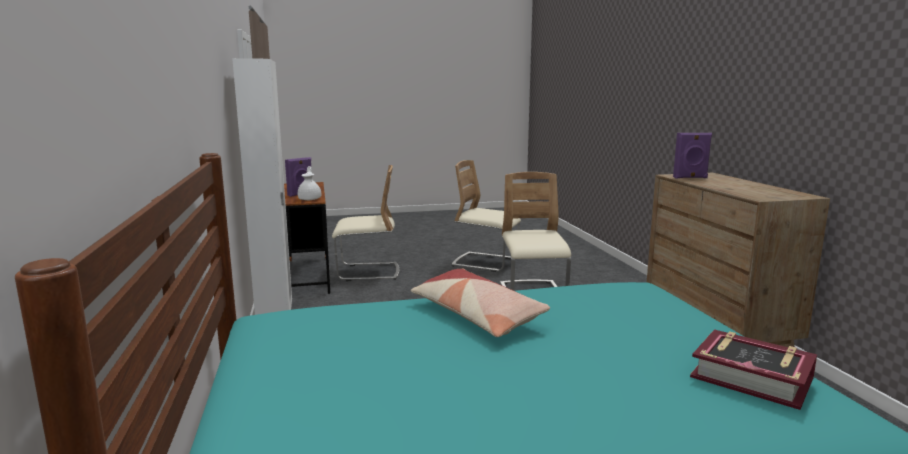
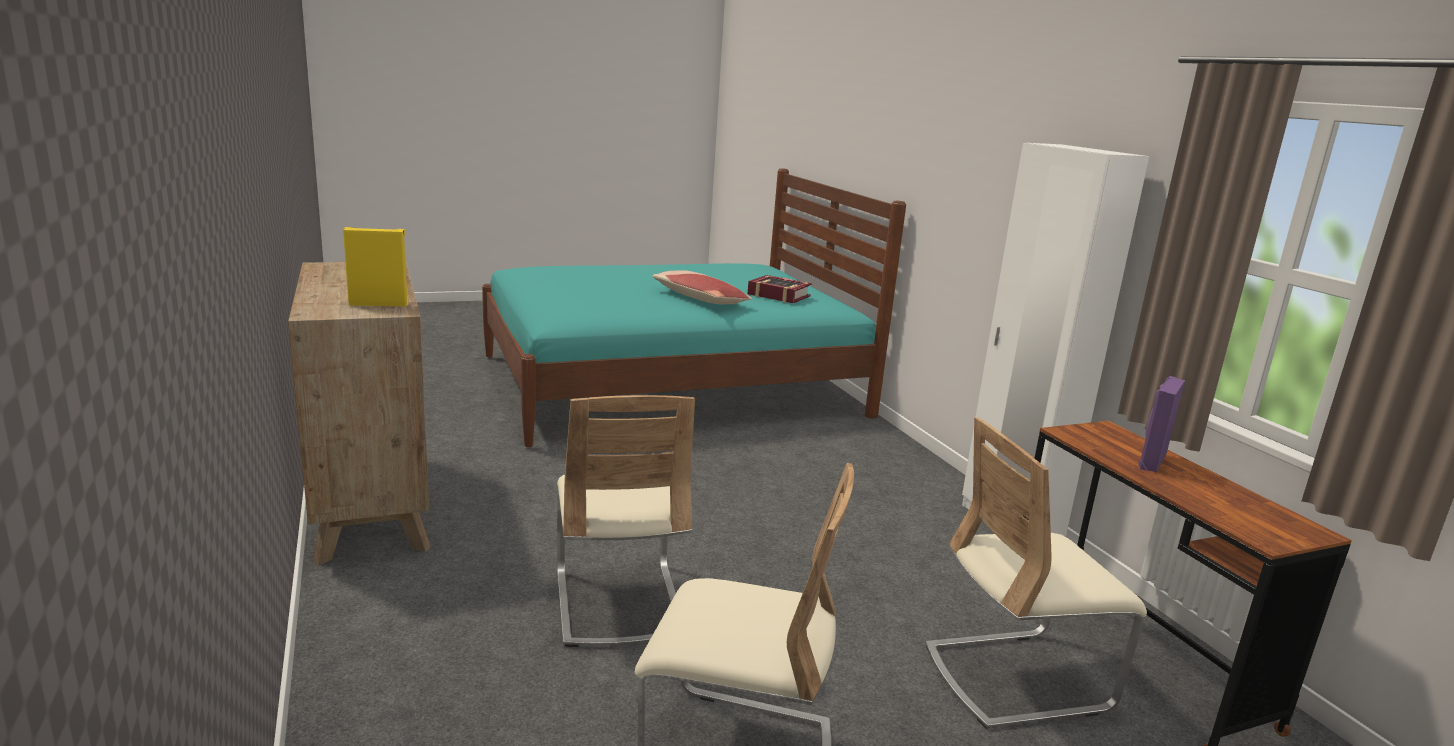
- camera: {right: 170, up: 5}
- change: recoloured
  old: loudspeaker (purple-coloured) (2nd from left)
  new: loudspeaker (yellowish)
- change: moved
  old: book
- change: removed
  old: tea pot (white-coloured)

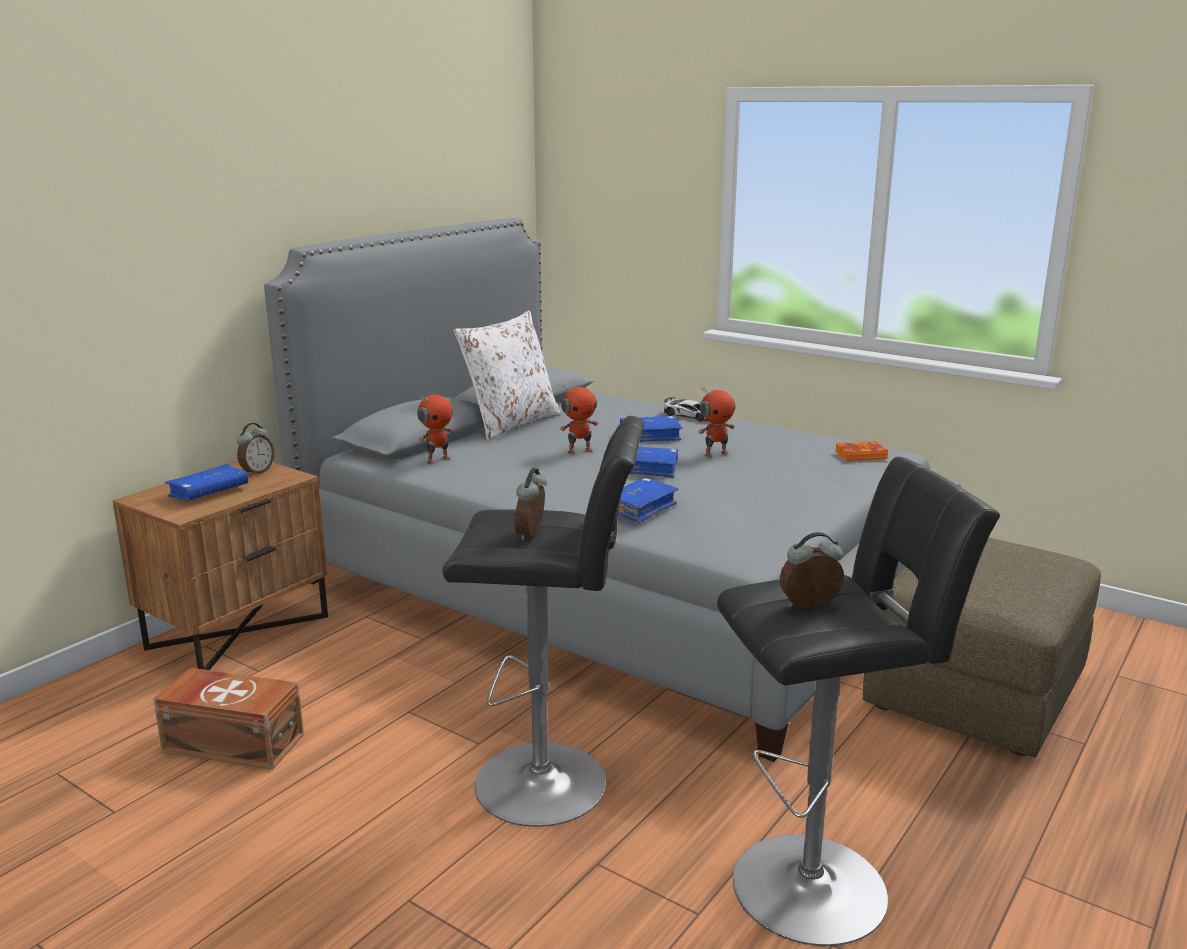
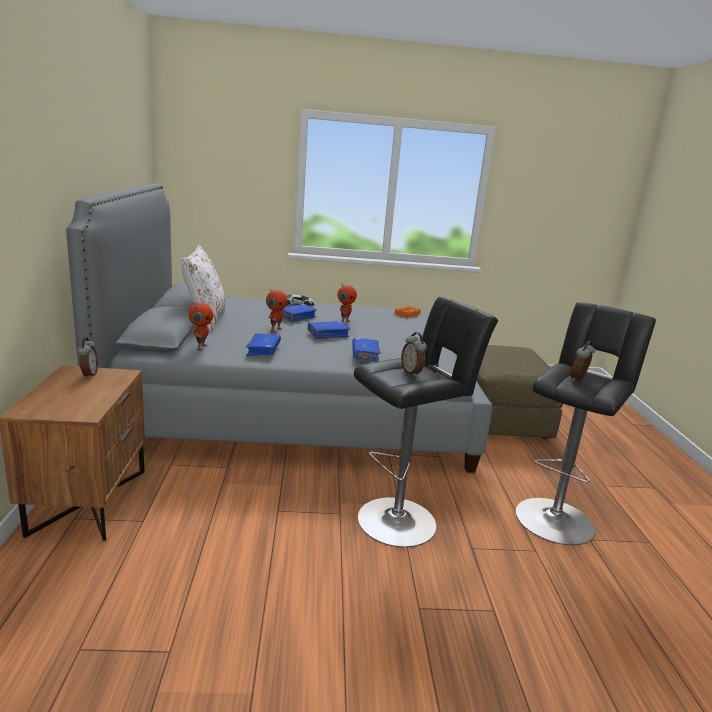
- camera: {right: -40, up: 0}
- change: moved
  old: book (blue) (1st from left)
- change: removed
  old: storage container (brownish)

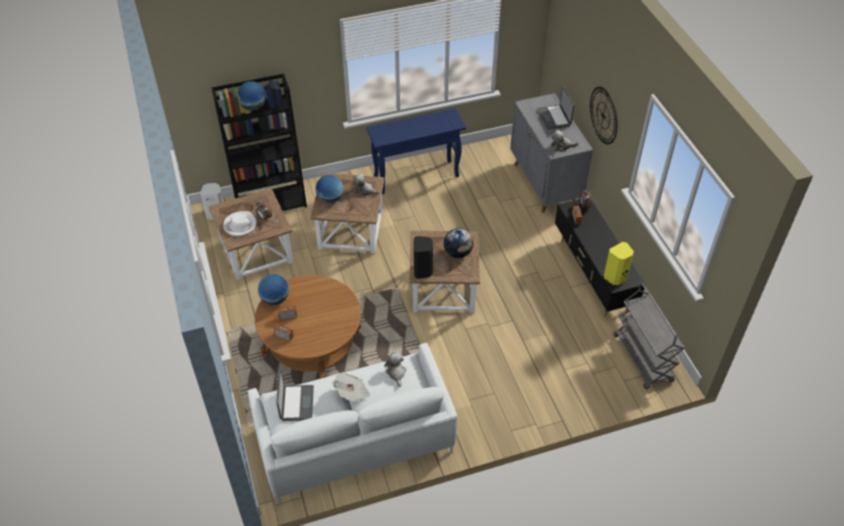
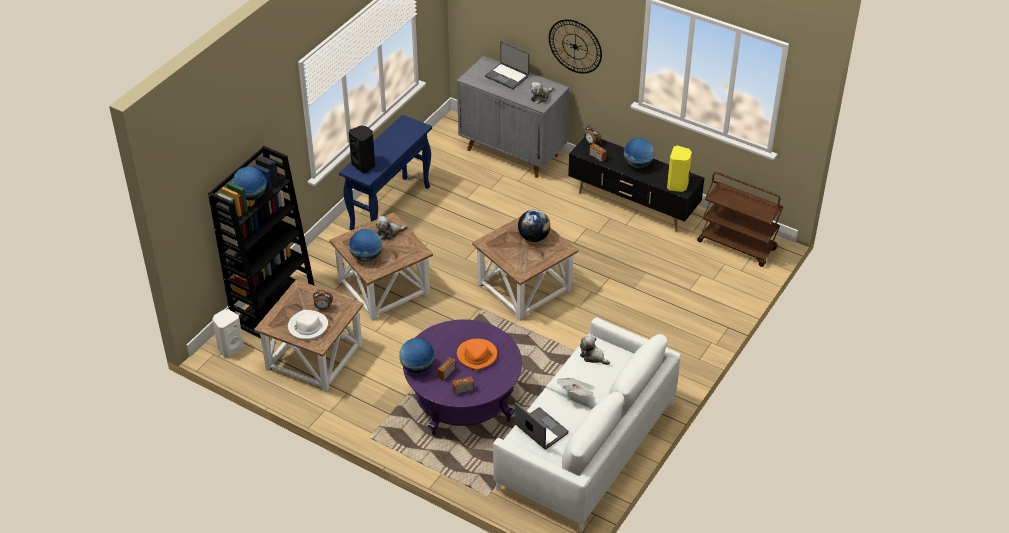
- camera: {right: -40, up: -5}
- change: moved
  old: loudspeaker (black-coloured)
- change: recoloured
  old: lounge table (brownish)
  new: lounge table (purple-coloured)
- change: added
  new: wearable hat (orangey)
- change: added
  new: globe (5th from left)
- change: recoloured
  old: cart (grey)
  new: cart (brownish)

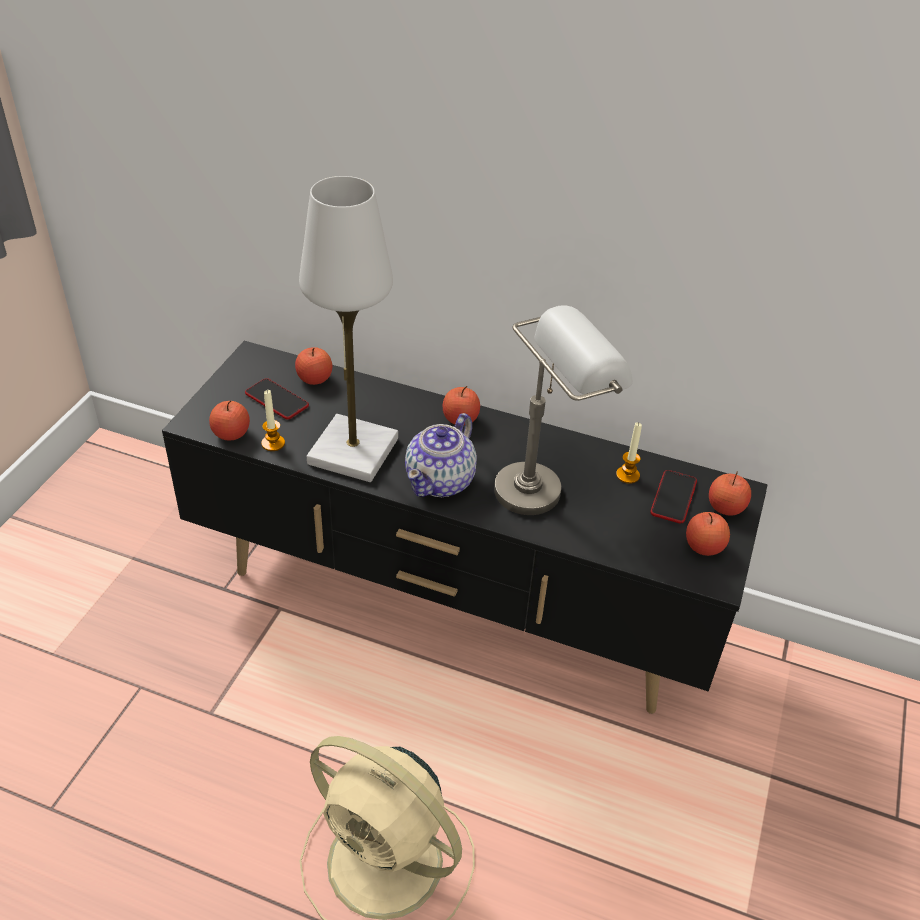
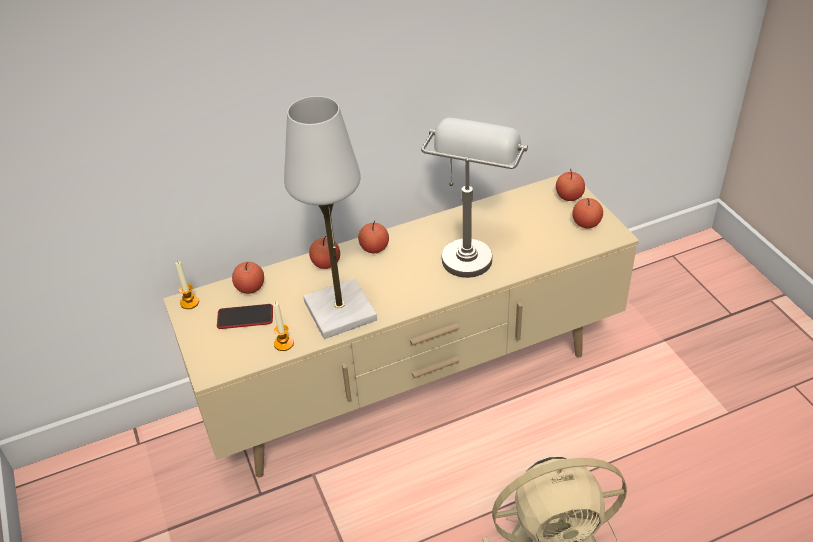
- camera: {right: -40, up: 0}
- change: recoloured
  old: media console (black-coloured)
  new: media console (beige-coloured)
- change: moved
  old: wax candle (2nd from left in the first image)
  new: wax candle (1st from left)
- change: moved
  old: apple (1st from left in the first image)
  new: apple (2nd from left)
- change: removed
  old: tea pot
- change: removed
  old: telephone (2nd from left)

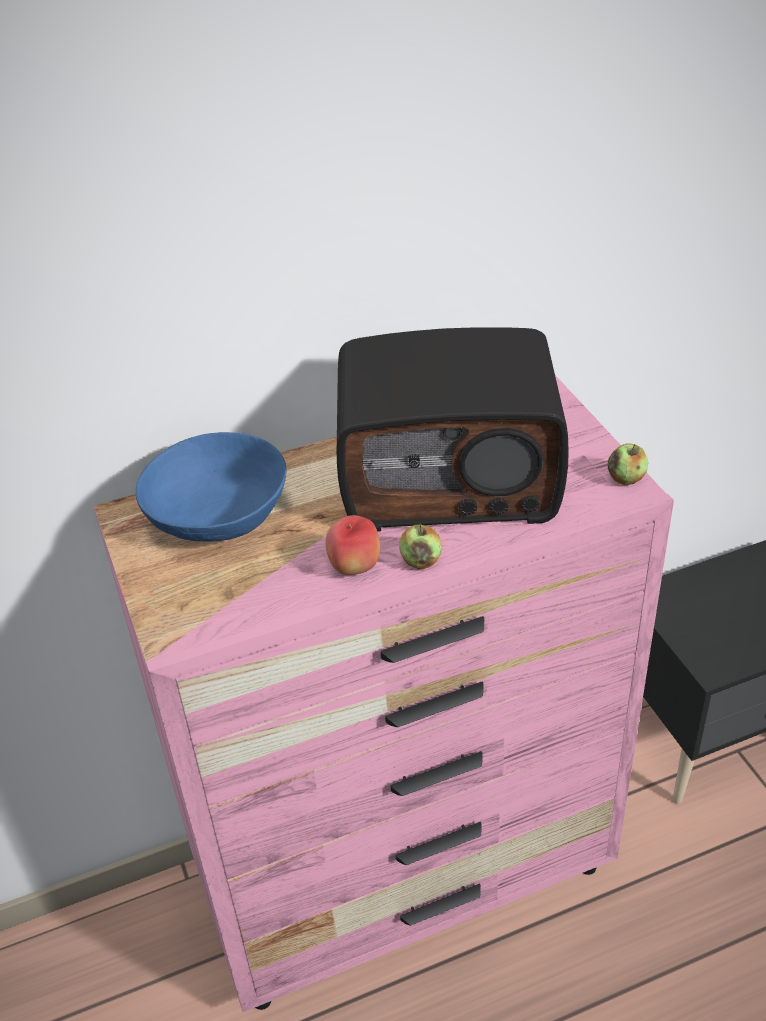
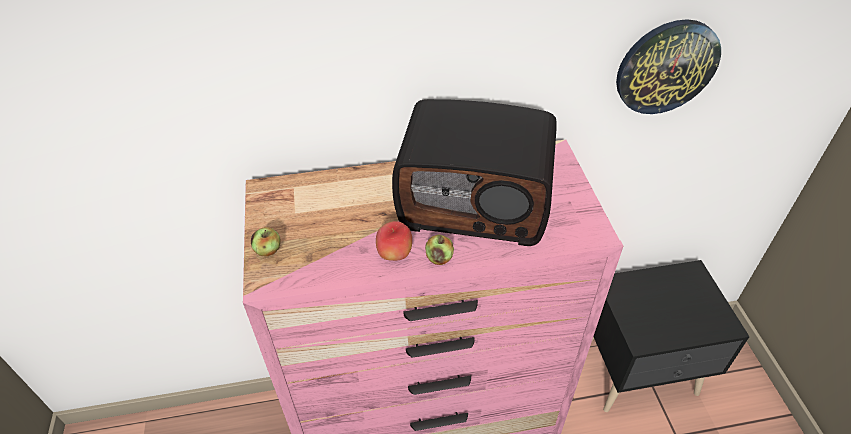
- camera: {right: 10, up: 5}
- change: moved
  old: apple (3rd from left in the first image)
  new: apple (1st from left)
- change: added
  new: hanging clock
- change: removed
  old: serving bowl (blue)

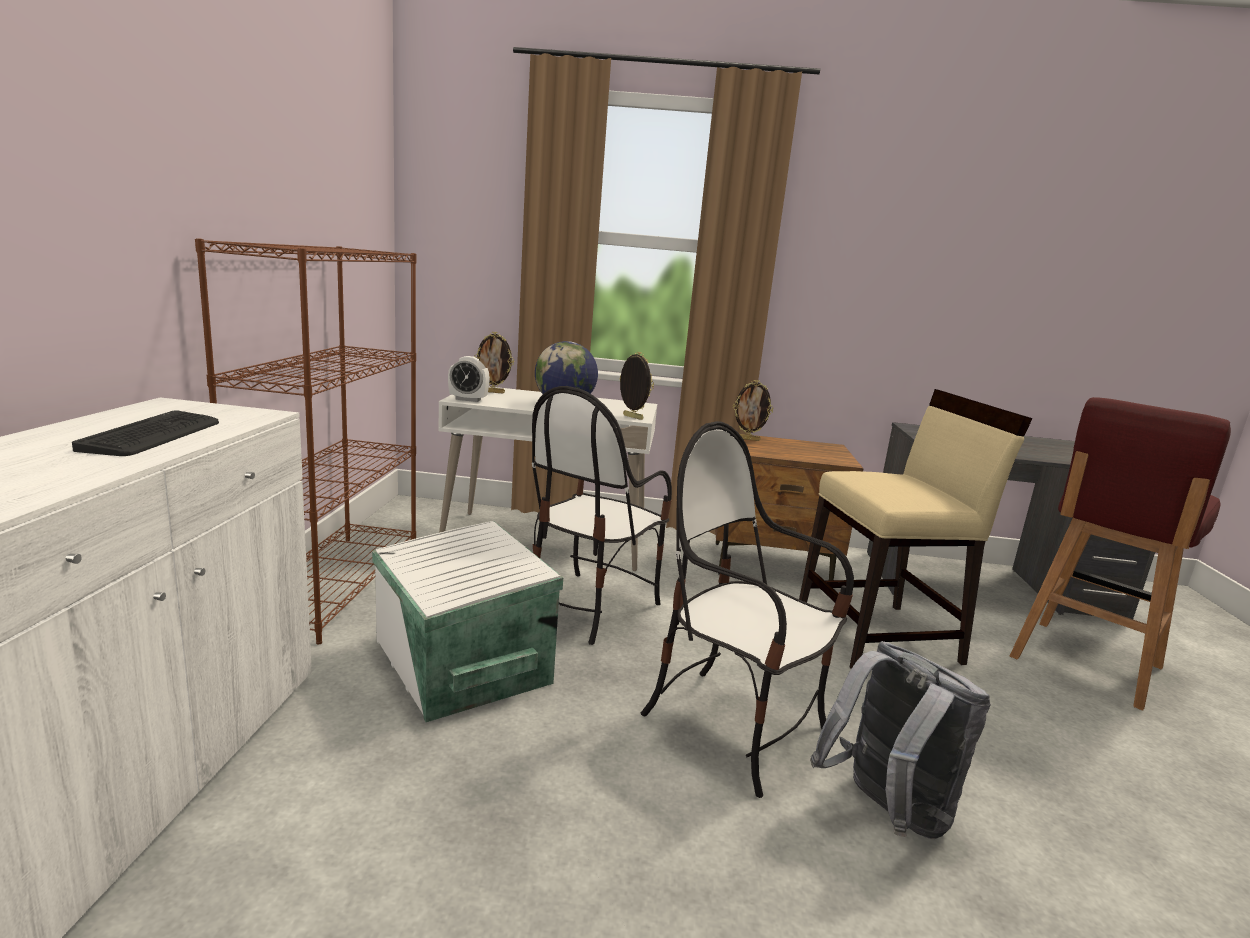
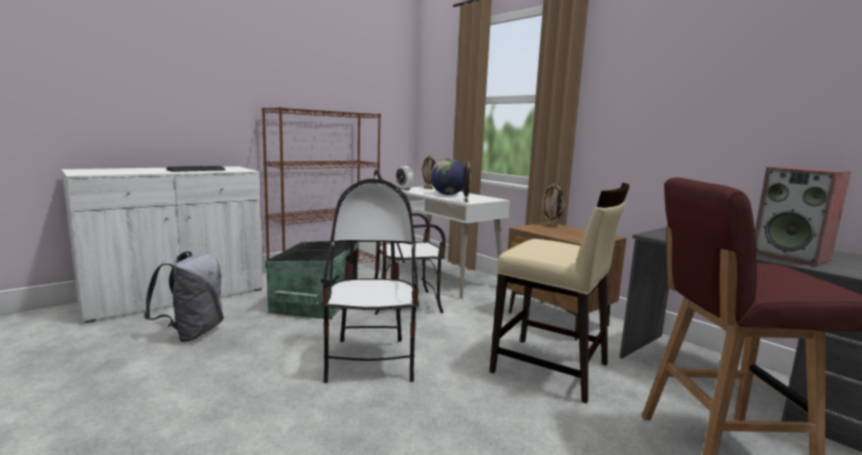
- camera: {right: 45, up: -5}
- change: moved
  old: backpack (grey)
- change: recoloured
  old: storage container (white-coloured)
  new: storage container (black-coloured)
- change: added
  new: loudspeaker

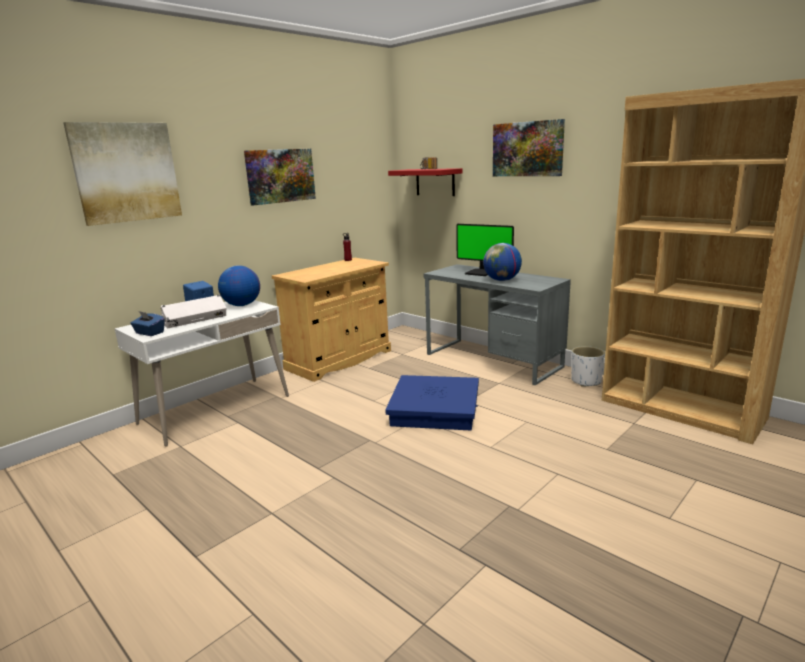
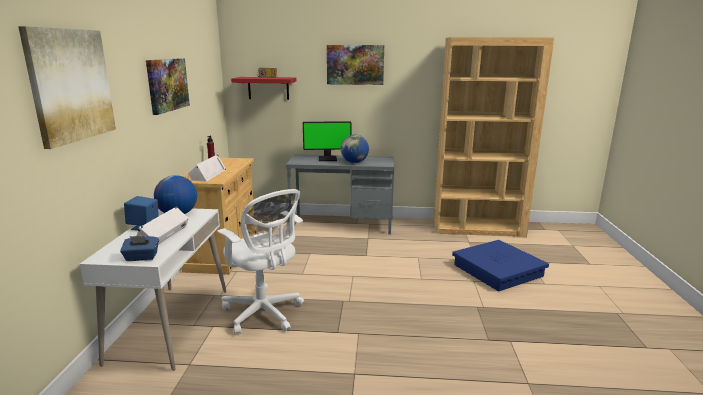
- camera: {right: -40, up: 0}
- change: added
  new: loudspeaker (white-coloured) (2nd from left)
- change: added
  new: computer chair (white-coloured)
- change: moved
  old: storage container (blue)
- change: removed
  old: plant pot (white-coloured)

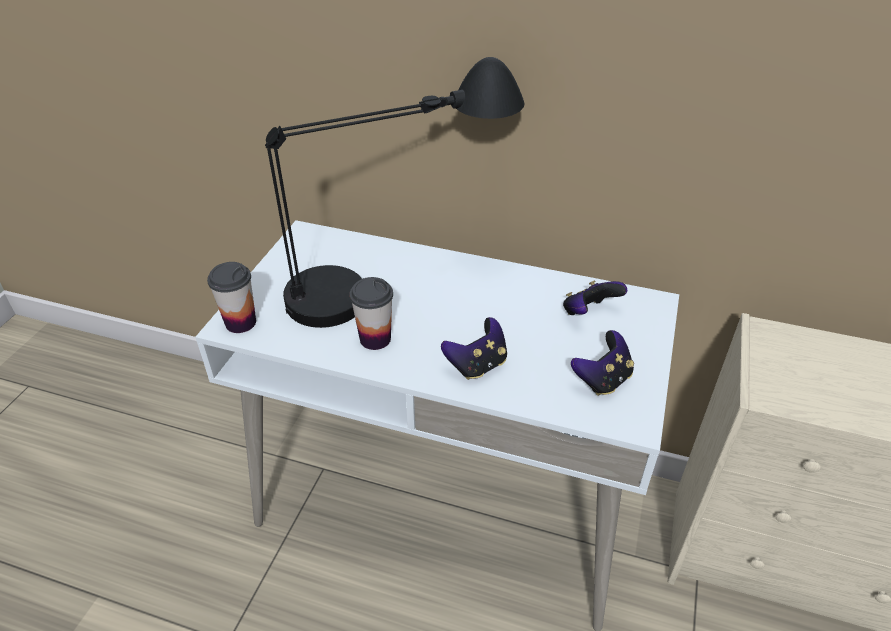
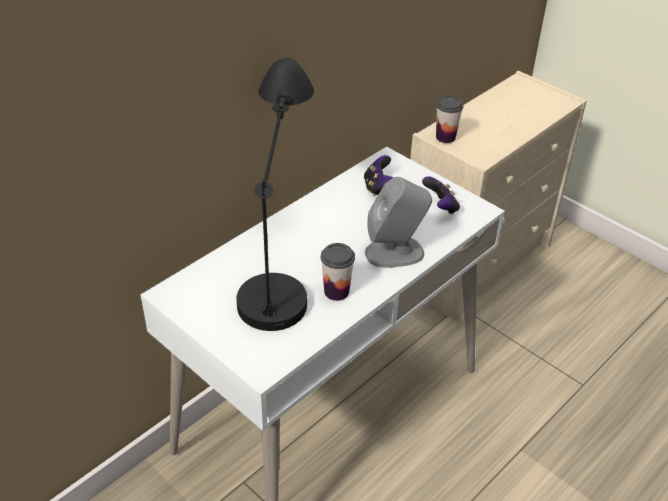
- camera: {right: -65, up: 0}
- change: replaced
  old: gamepad (1st from left)
  new: loudspeaker (grey)
- change: moved
  old: small cup (1st from left in the first image)
  new: small cup (2nd from left)

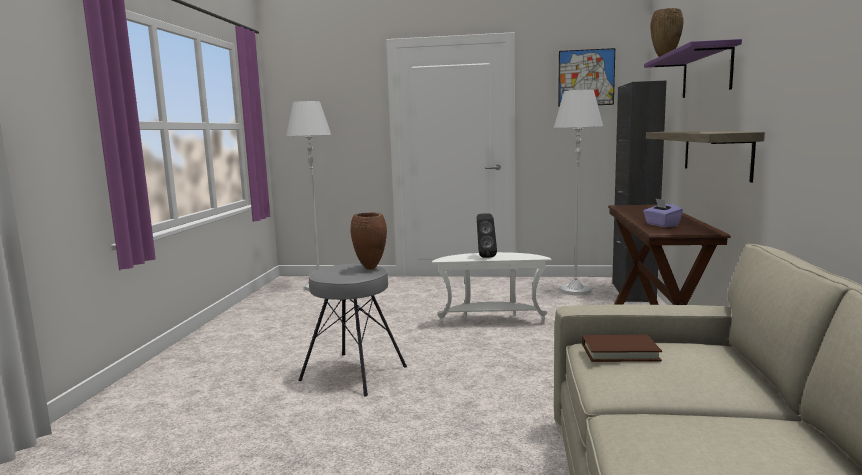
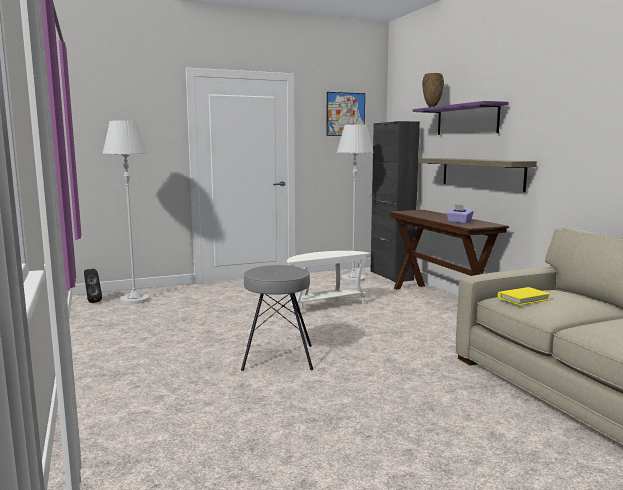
- camera: {right: -30, up: 0}
- change: moved
  old: loudspeaker (black-coloured)
- change: recoloured
  old: book (brownish)
  new: book (yellowish)
- change: removed
  old: flower vase (brownish) (1st from left)

